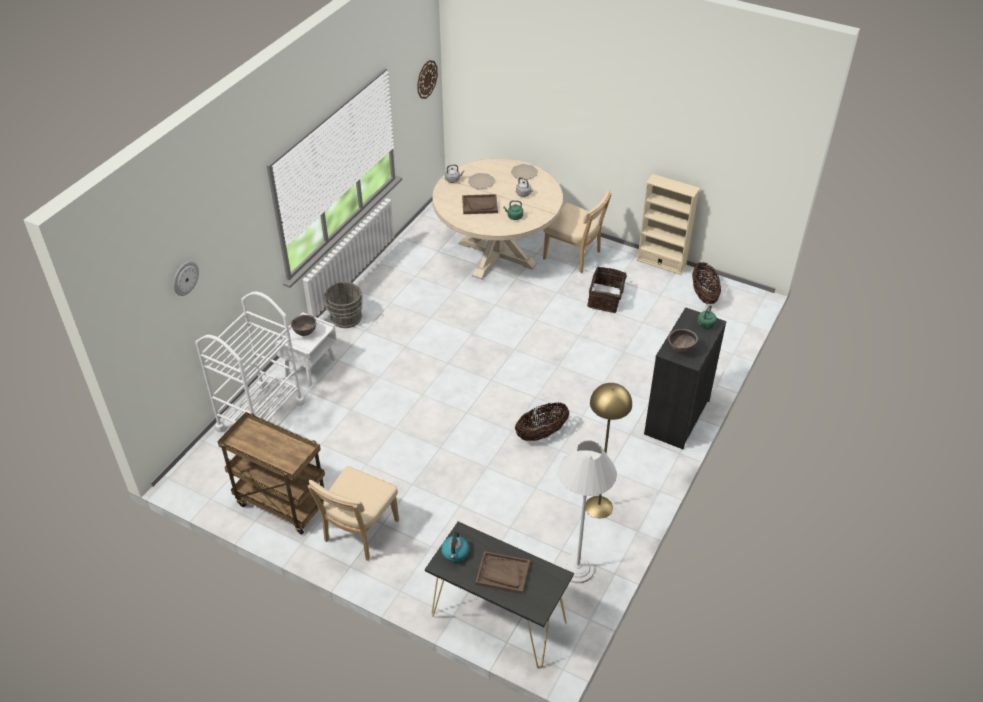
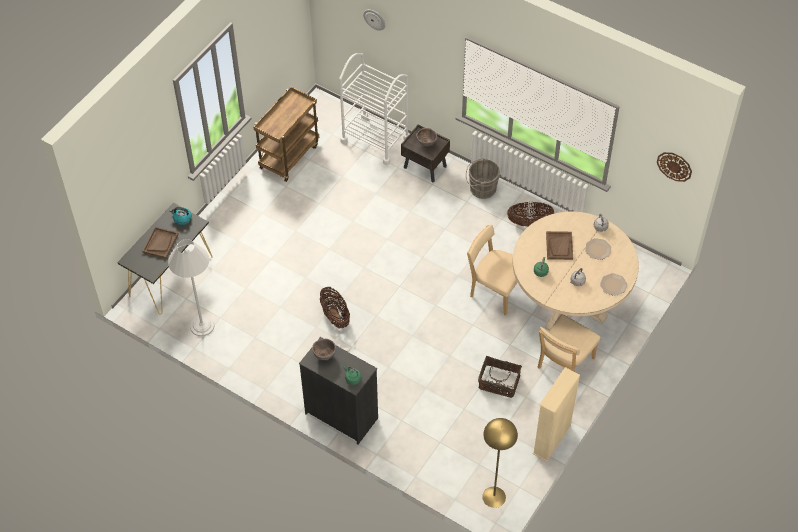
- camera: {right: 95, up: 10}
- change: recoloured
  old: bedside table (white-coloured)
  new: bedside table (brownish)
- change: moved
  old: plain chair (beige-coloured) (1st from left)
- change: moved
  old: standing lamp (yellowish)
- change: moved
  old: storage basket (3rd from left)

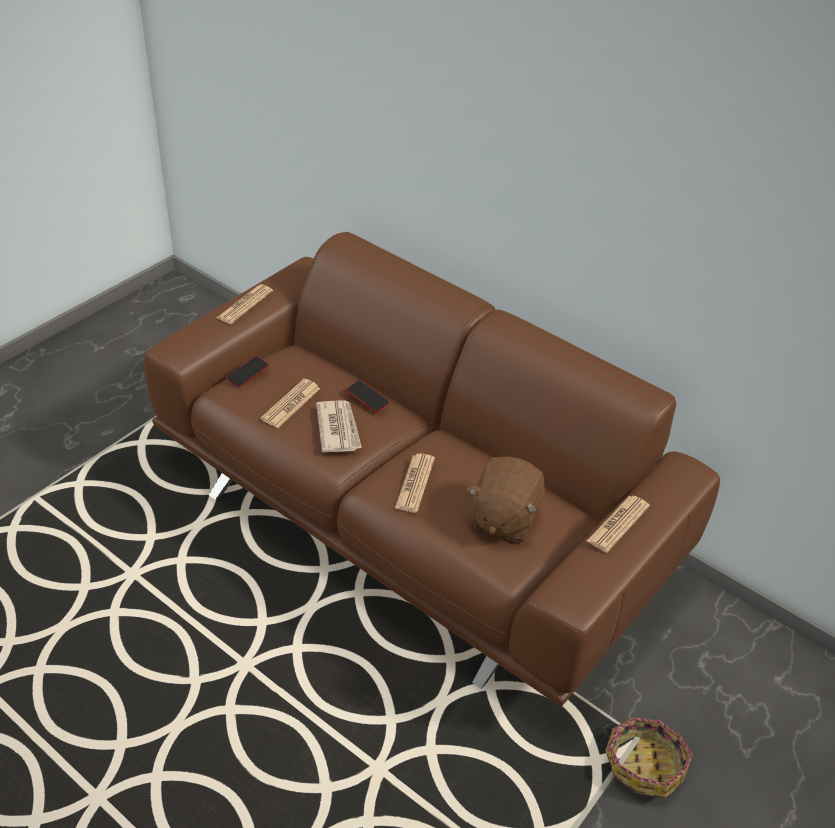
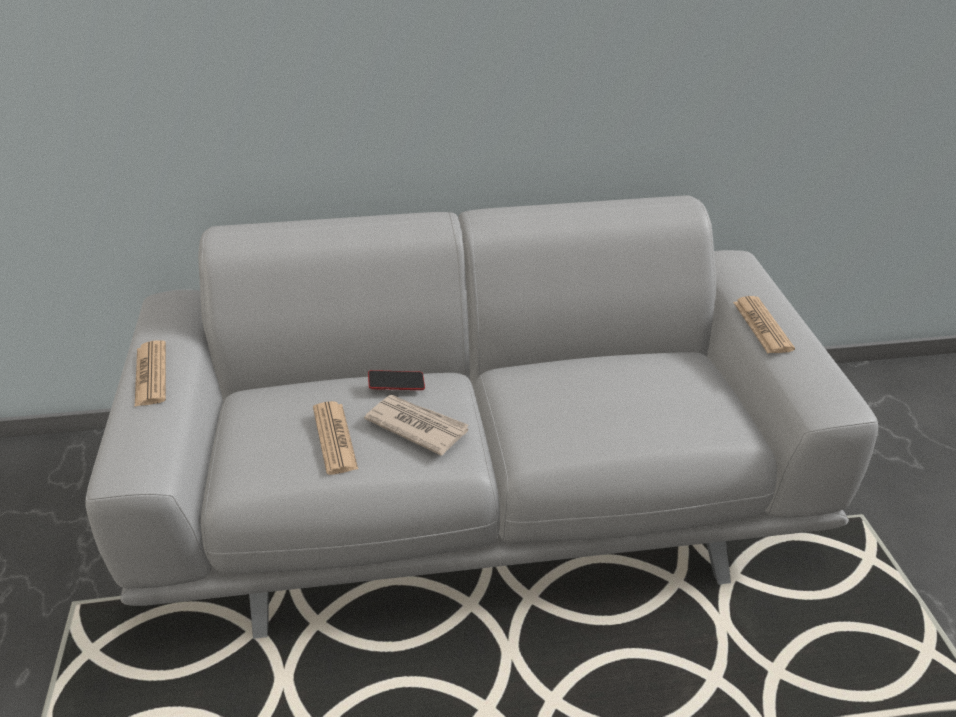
- camera: {right: -45, up: -5}
- change: recoloured
  old: couch (brownish)
  new: couch (grey)
- change: removed
  old: telephone (1st from left)
- change: removed
  old: newspaper (4th from left)
- change: removed
  old: soft toy (brownish)
- change: removed
  old: storage basket

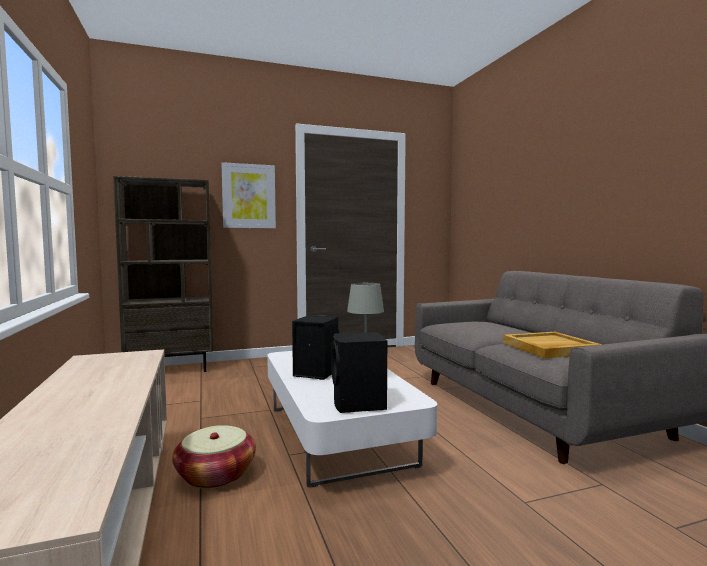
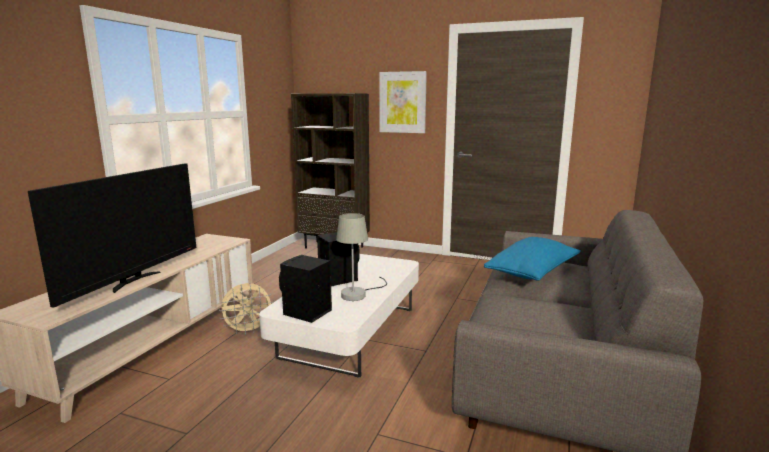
- camera: {right: 40, up: 10}
- change: added
  new: TV set
- change: replaced
  old: storage basket
  new: cooling fan (beige-coloured)
- change: added
  new: throw pillow (blue)
- change: removed
  old: carrying tray (beige-coloured)

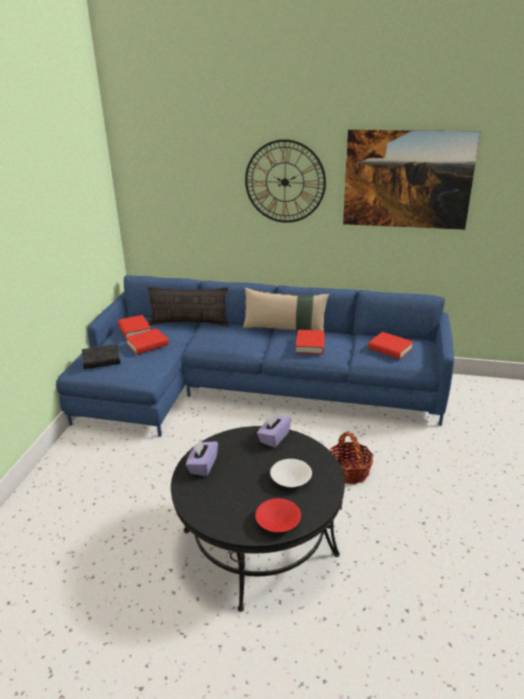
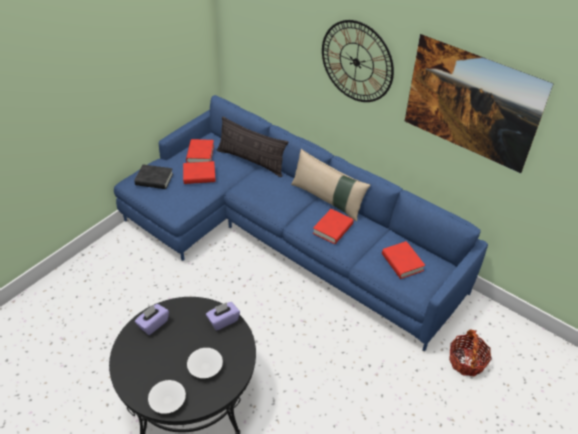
- camera: {right: 25, up: 15}
- change: recoloured
  old: serving bowl (red)
  new: serving bowl (white-coloured) (1st from left)
- change: moved
  old: storage basket

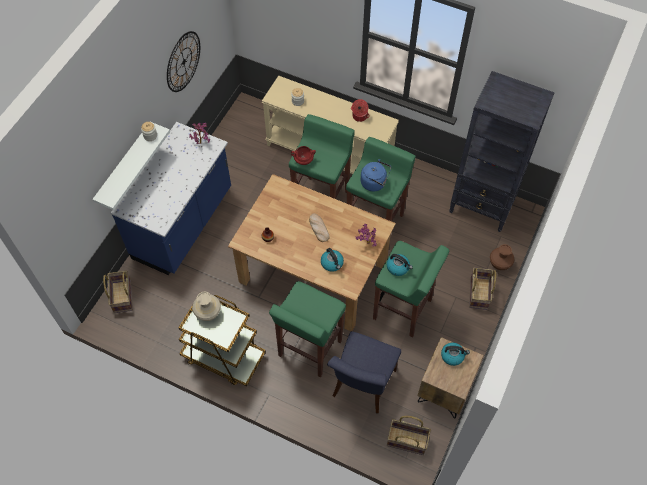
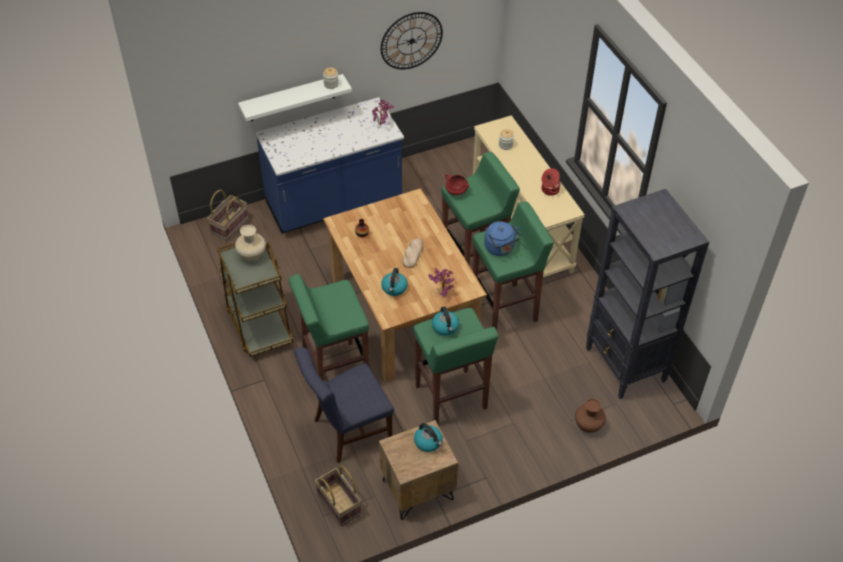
- camera: {right: 40, up: -10}
- change: removed
  old: storage basket (3rd from left)

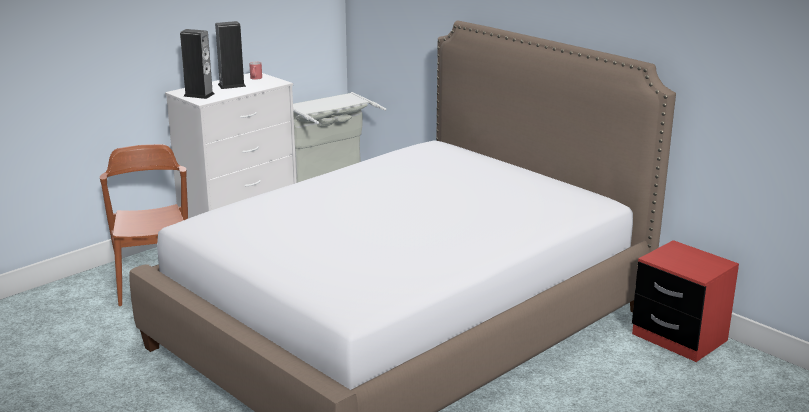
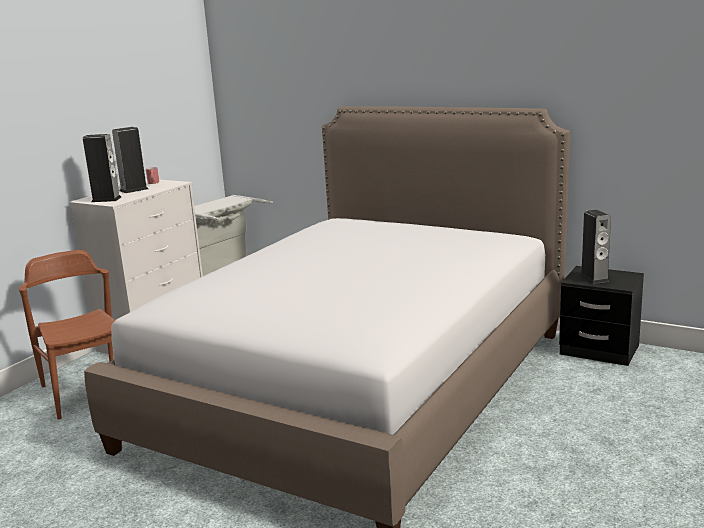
- camera: {right: -15, up: -5}
- change: recoloured
  old: bedside table (red)
  new: bedside table (black-coloured)
- change: added
  new: loudspeaker (3rd from left)

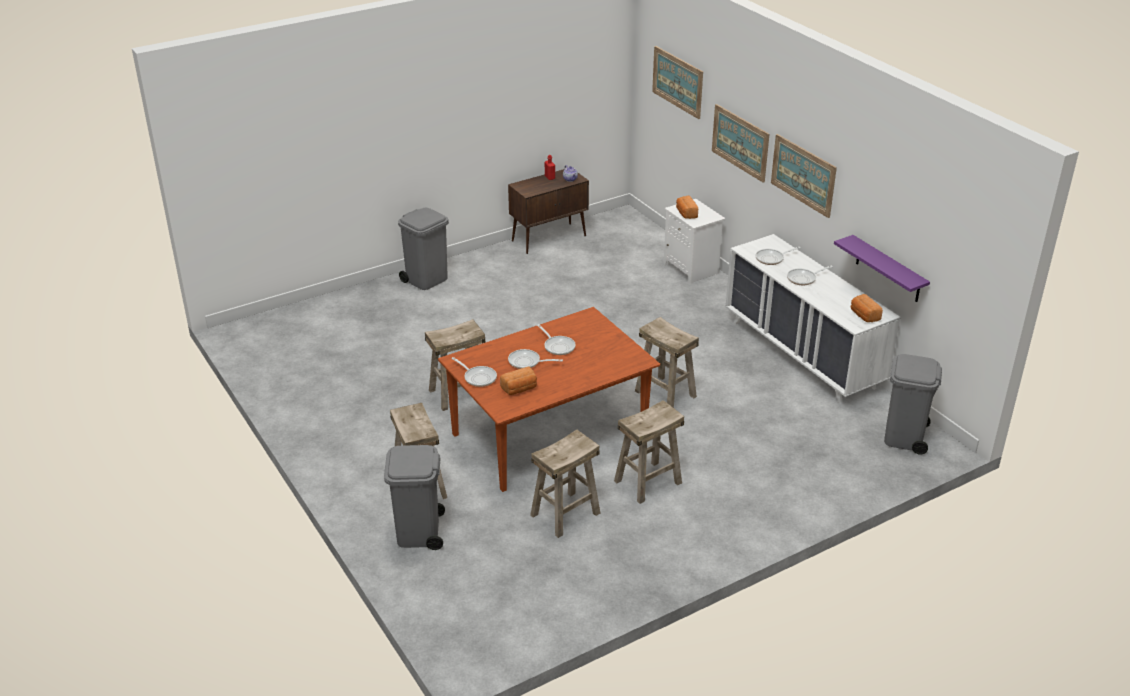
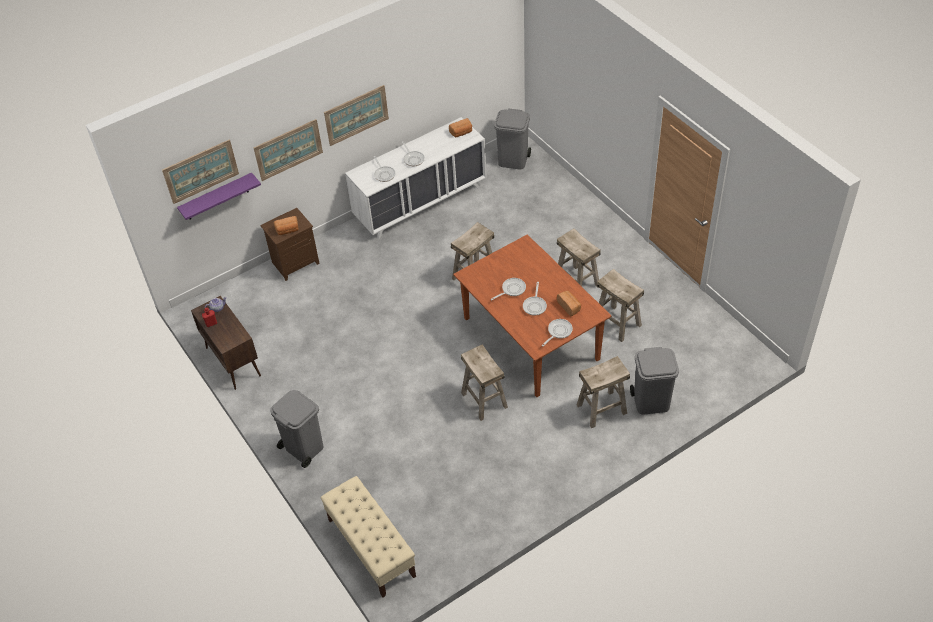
- camera: {right: -90, up: 15}
- change: moved
  old: bracket shelf (purple-coloured)
- change: recoloured
  old: bedside table (white-coloured)
  new: bedside table (brownish)
- change: added
  new: long seat (beige-coloured)

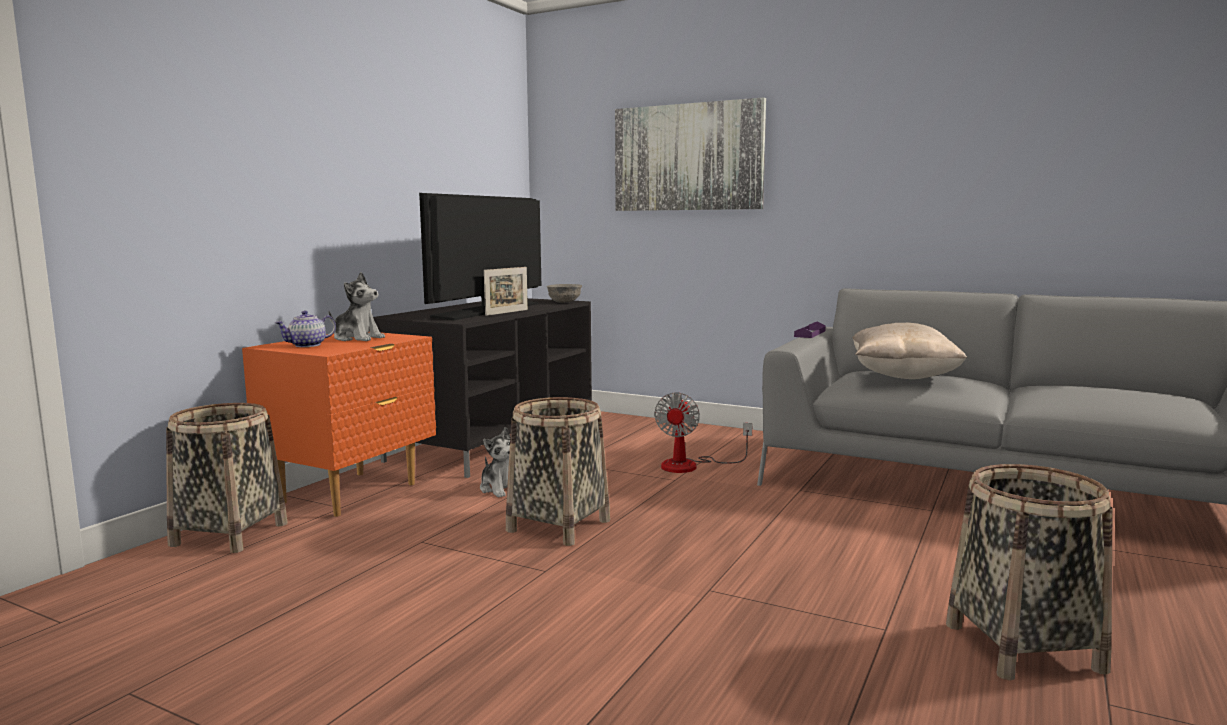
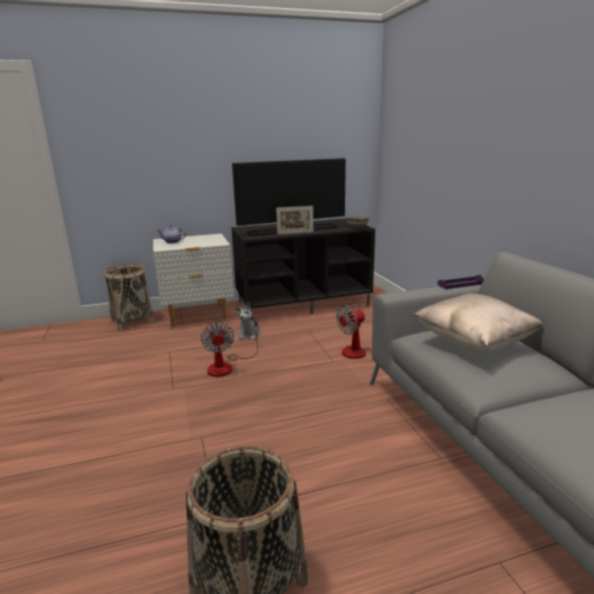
- camera: {right: 45, up: 10}
- change: recoloured
  old: bedside table (orangey)
  new: bedside table (white-coloured)
- change: replaced
  old: storage basket (2nd from left)
  new: cooling fan (1st from left)
- change: removed
  old: soft toy (1st from left)
- change: removed
  old: wall art

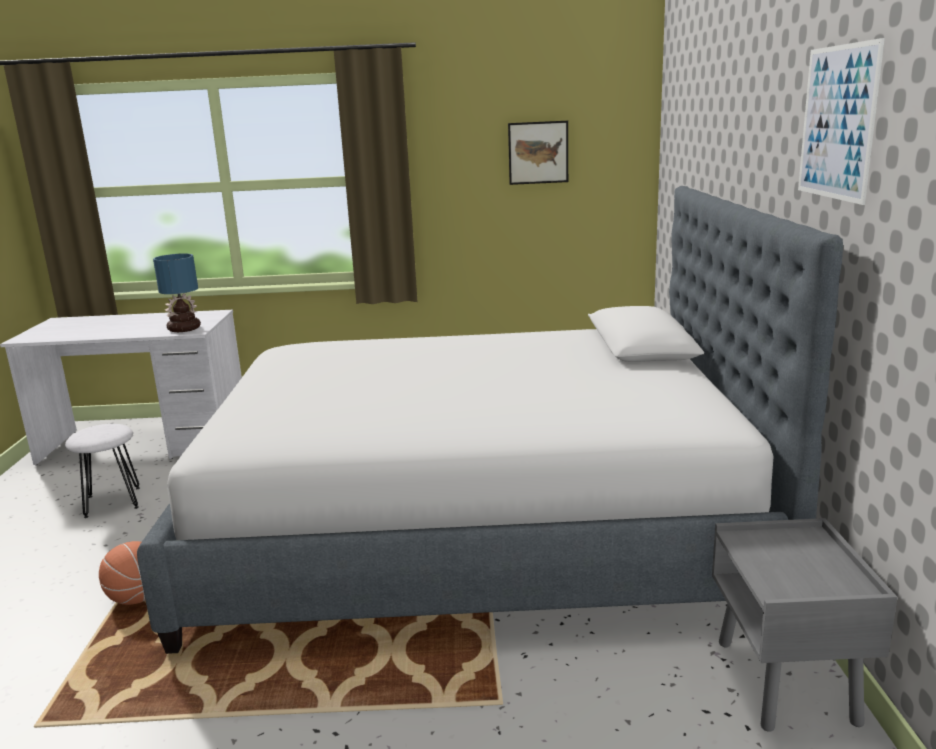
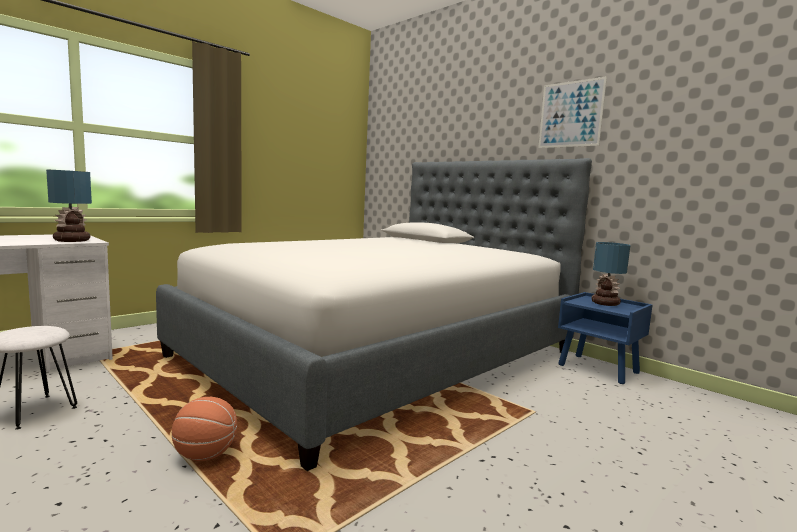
- camera: {right: -45, up: -10}
- change: recoloured
  old: bedside table (grey)
  new: bedside table (blue)
- change: added
  new: tabletop lamp (2nd from left)
- change: removed
  old: wall art (1st from left)

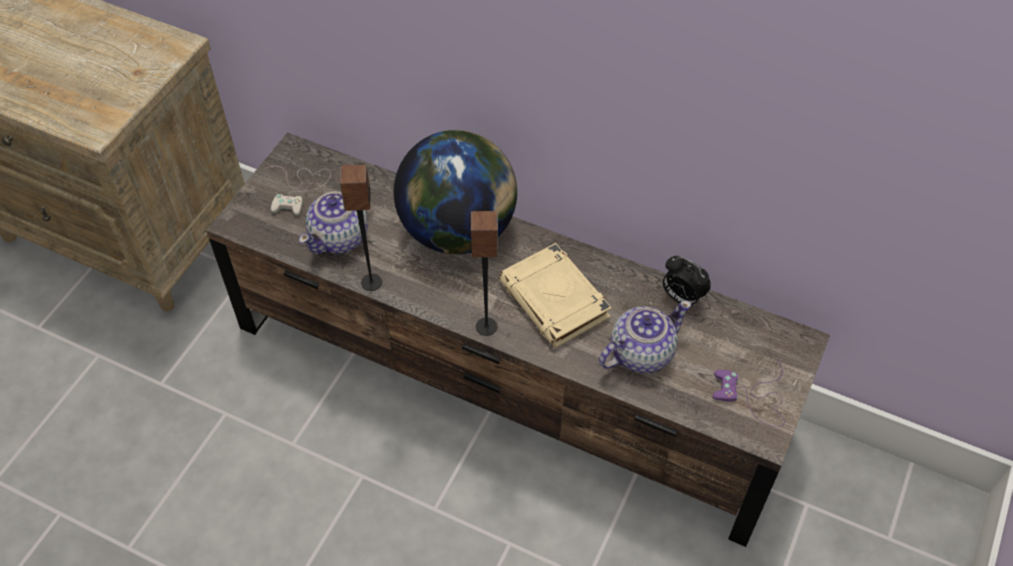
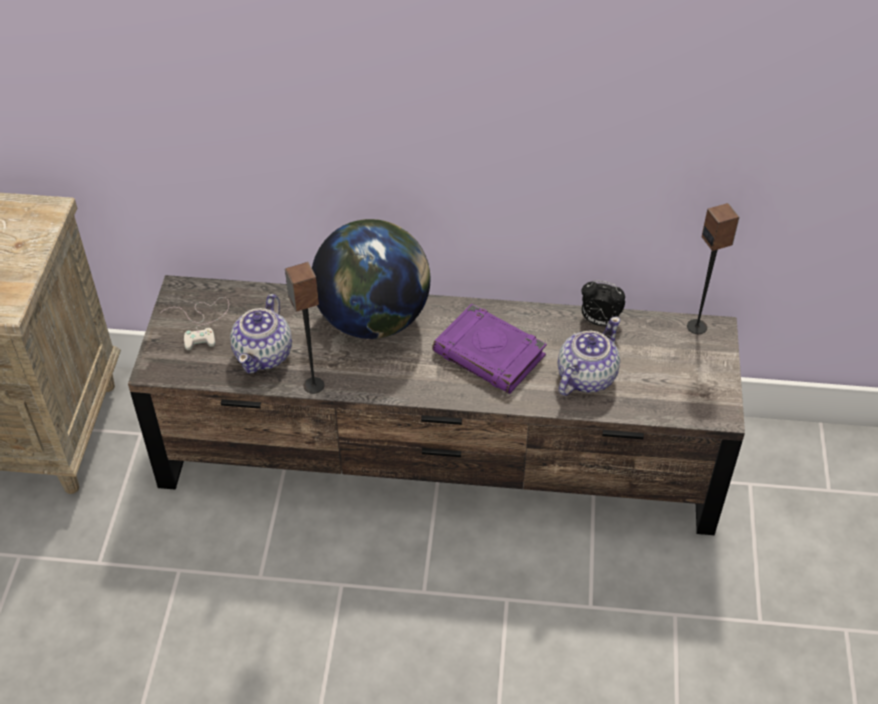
- camera: {right: -20, up: -5}
- change: recoloured
  old: book (beige-coloured)
  new: book (purple-coloured)
- change: moved
  old: loudspeaker (2nd from left)
- change: removed
  old: gamepad (purple-coloured)

